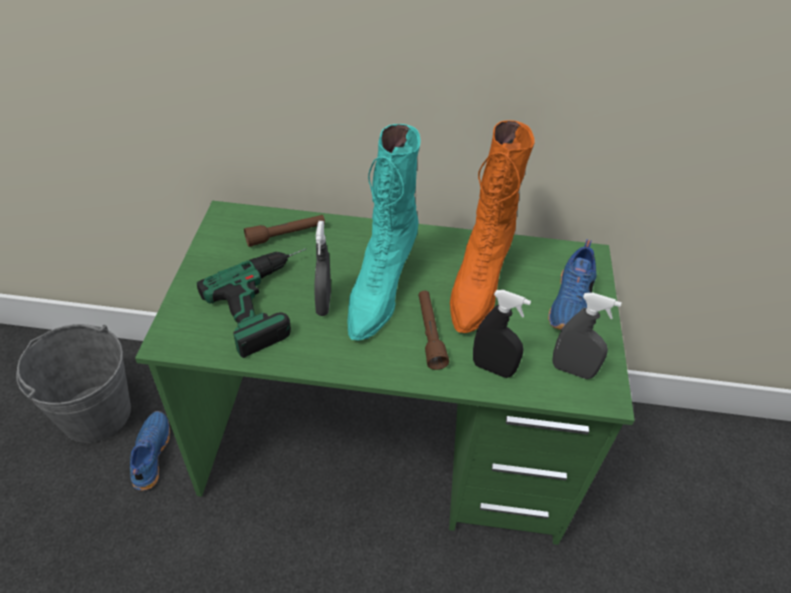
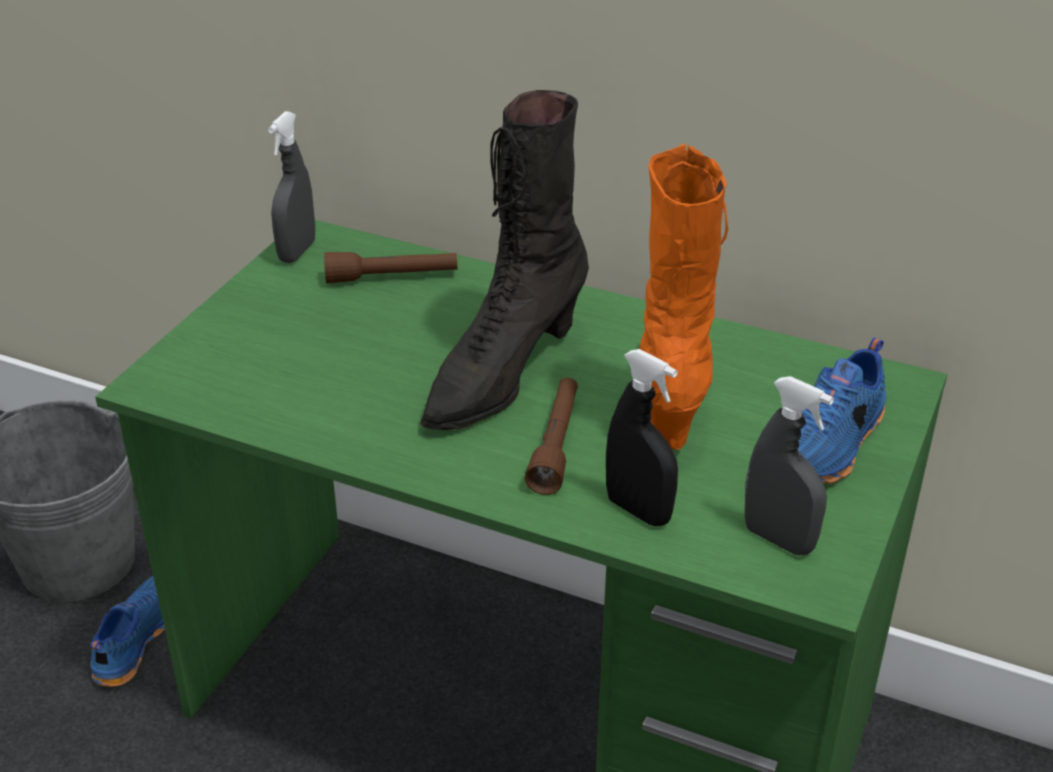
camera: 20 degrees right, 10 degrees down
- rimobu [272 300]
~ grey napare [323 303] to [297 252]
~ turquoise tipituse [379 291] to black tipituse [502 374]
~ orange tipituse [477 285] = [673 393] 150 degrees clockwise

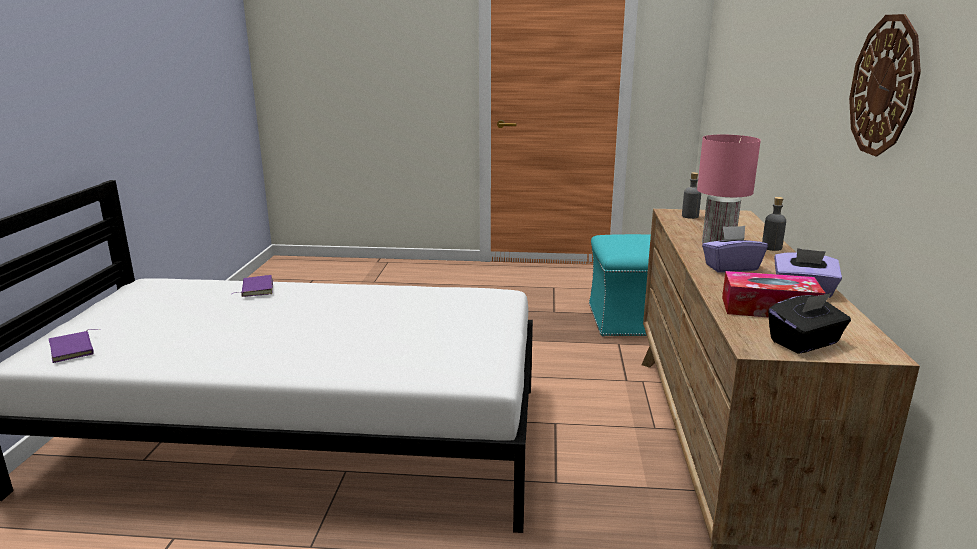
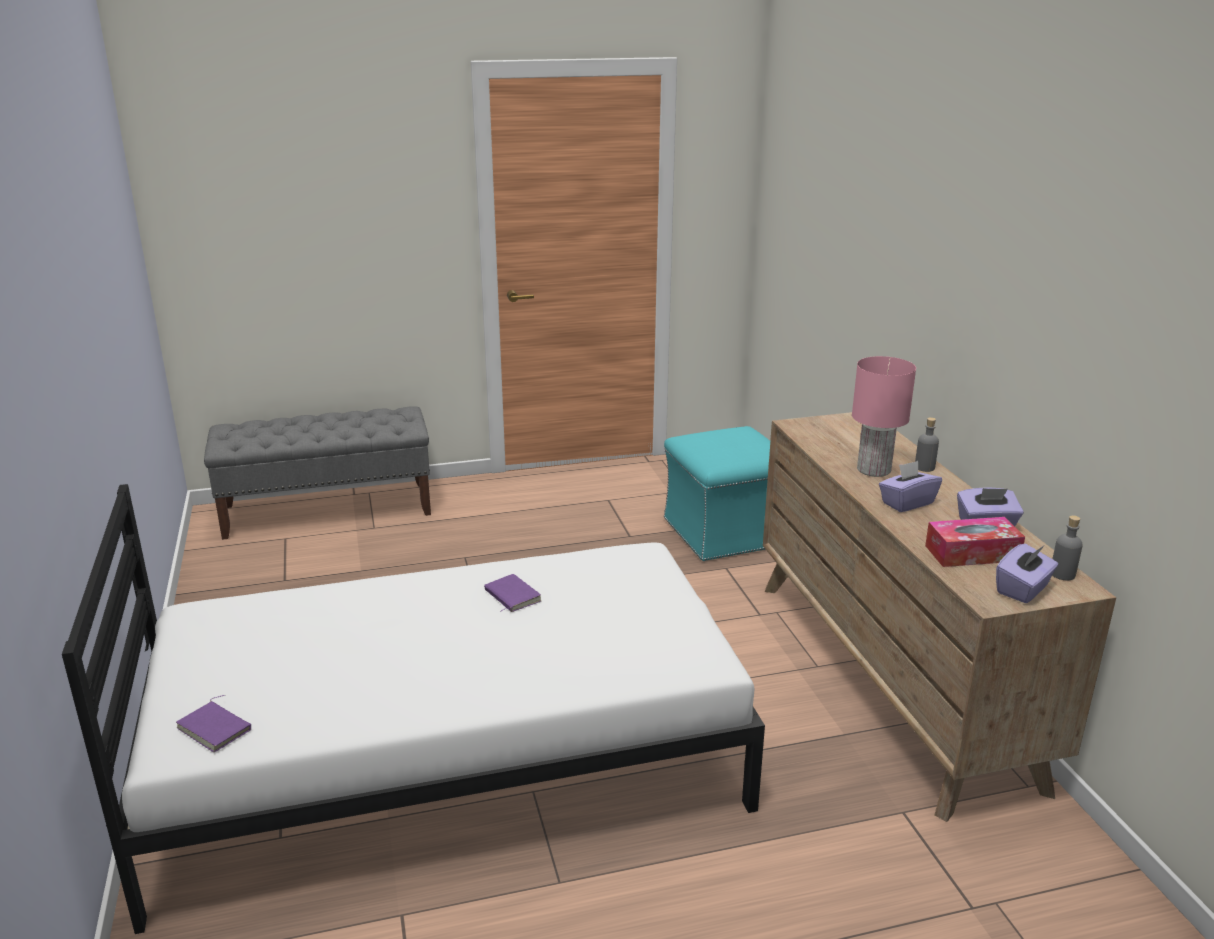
camera: 20 degrees left, 5 degrees up
~ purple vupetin [256 288] to [510 596]
~ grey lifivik [690 216] to [1062 574]
~ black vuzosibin [805 343] to purple vuzosibin [1023 589]
- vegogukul [884 86]
+ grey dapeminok [328 510]

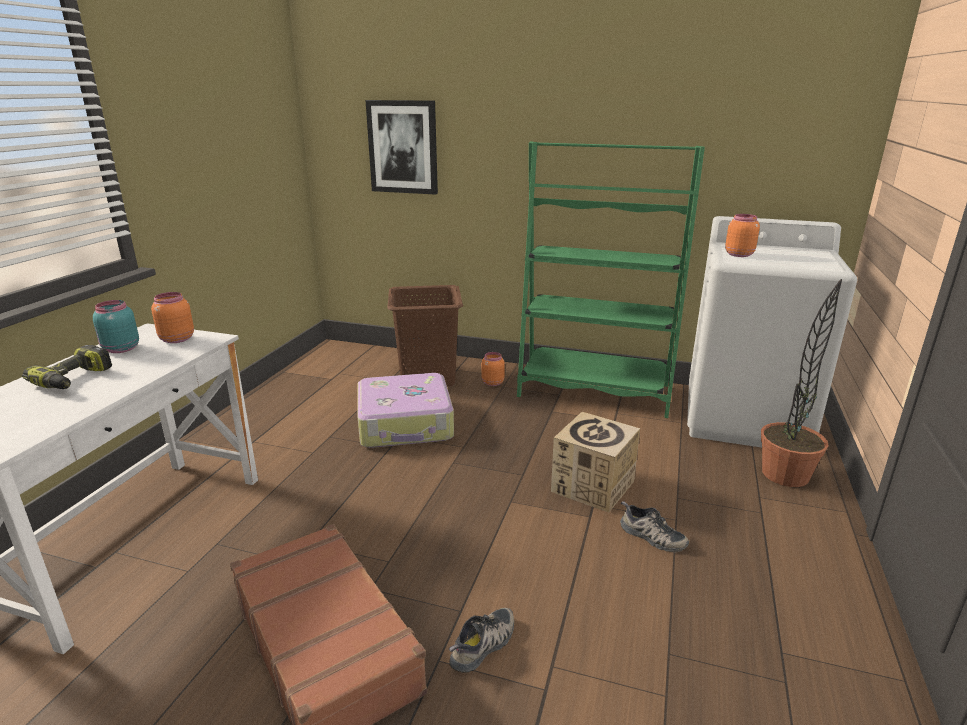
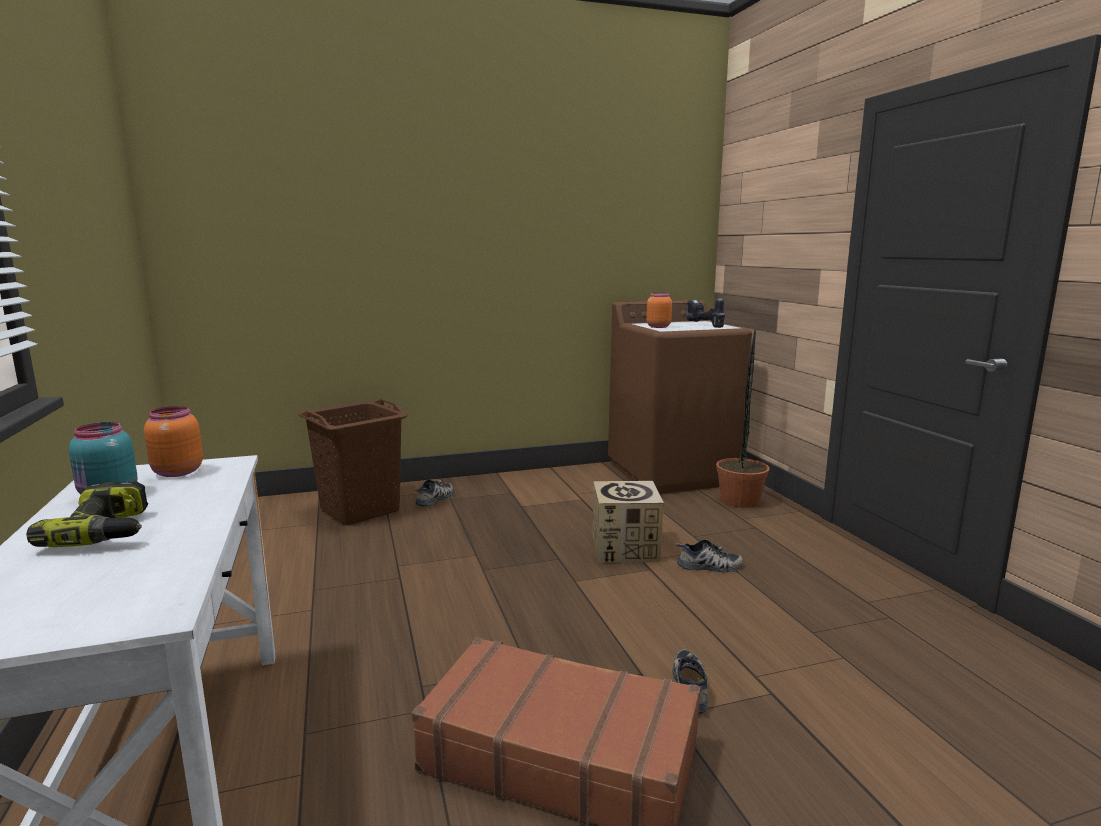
camera: 35 degrees left, 10 degrees down
- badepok [406 424]
- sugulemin [403 147]
~ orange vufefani [492 383] to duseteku [435 499]
- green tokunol [594 391]
~ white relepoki [745 418] to brown relepoki [672 473]
+ rimobu [703 325]

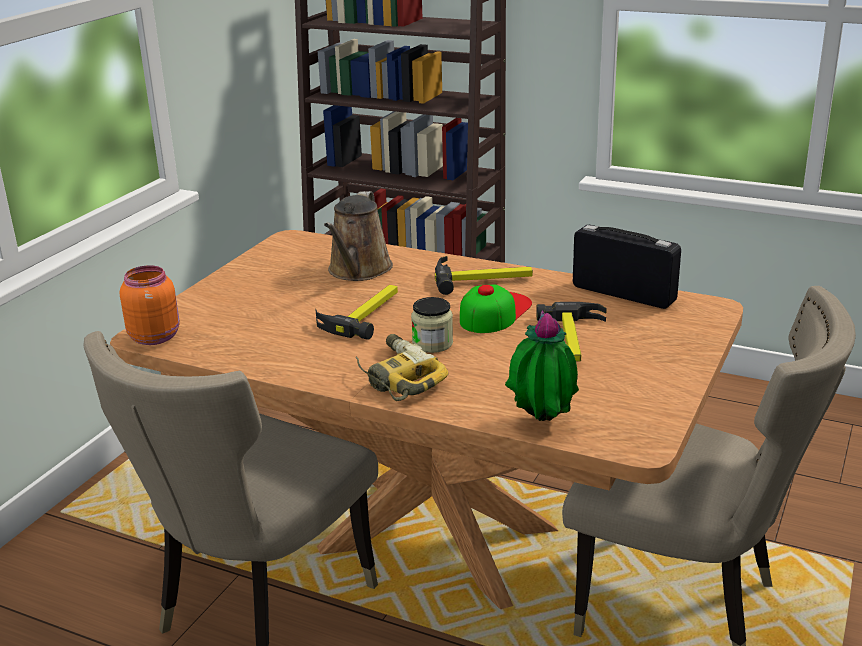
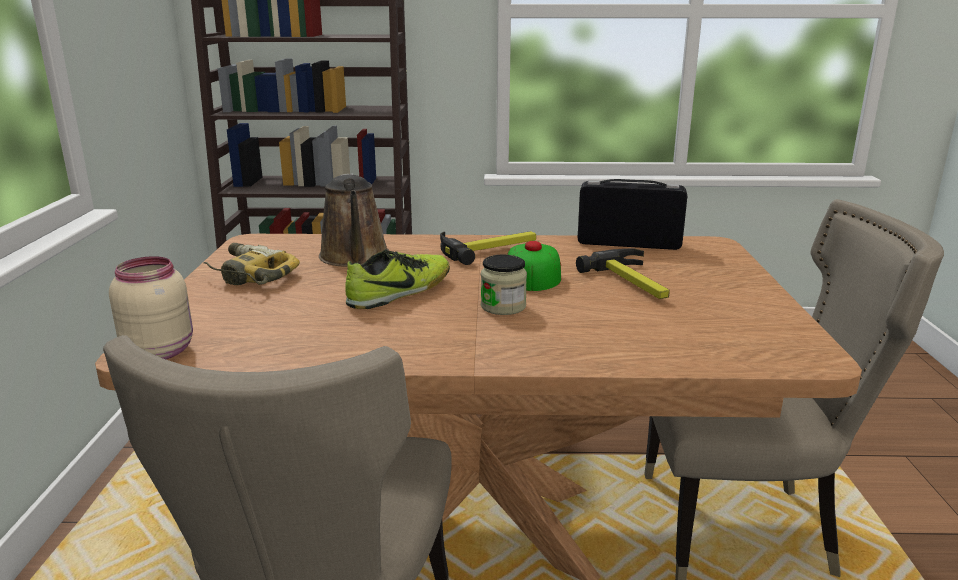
camera: 25 degrees left, 5 degrees down
~ orange vufefani [155 336] to beige vufefani [159 351]
~ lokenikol [363 314] to duseteku [401 292]
~ rimobu [396 378] to [248 275]
- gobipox [541 423]

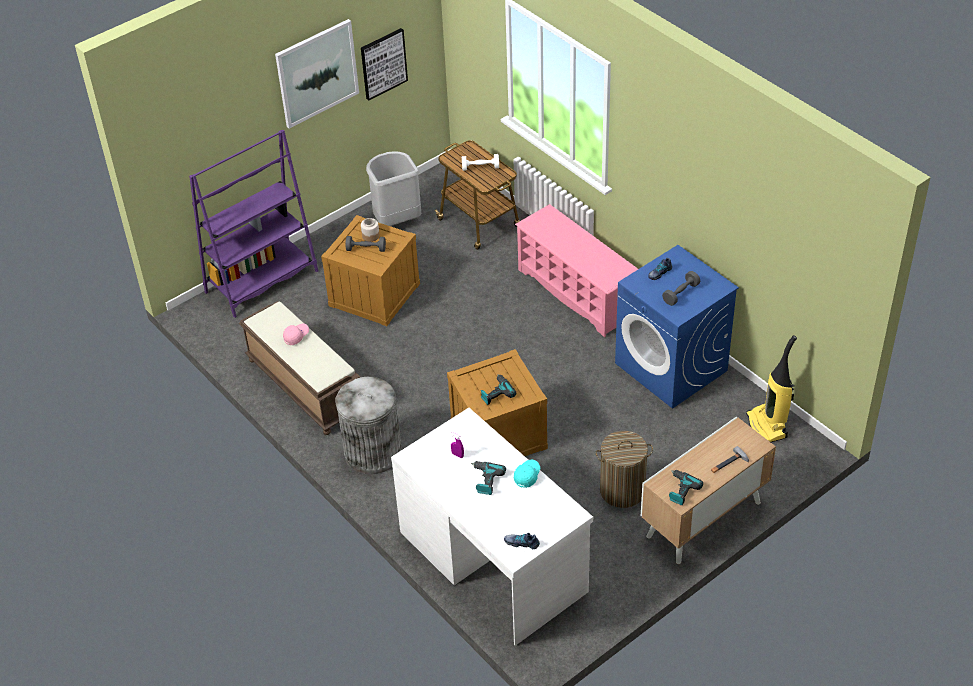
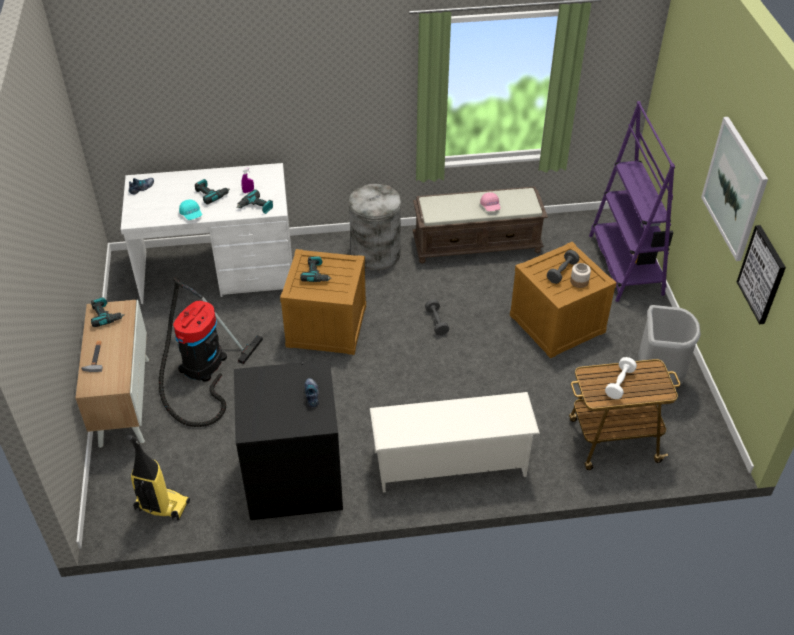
camera: 120 degrees right, 0 degrees up
~ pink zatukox [577 292] to white zatukox [450 464]
~ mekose [622 491] to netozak [201 368]
~ blue relepoki [672 367] to black relepoki [293 479]
~ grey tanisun [680 294] to [436 322]
+ rimobu [256 207]

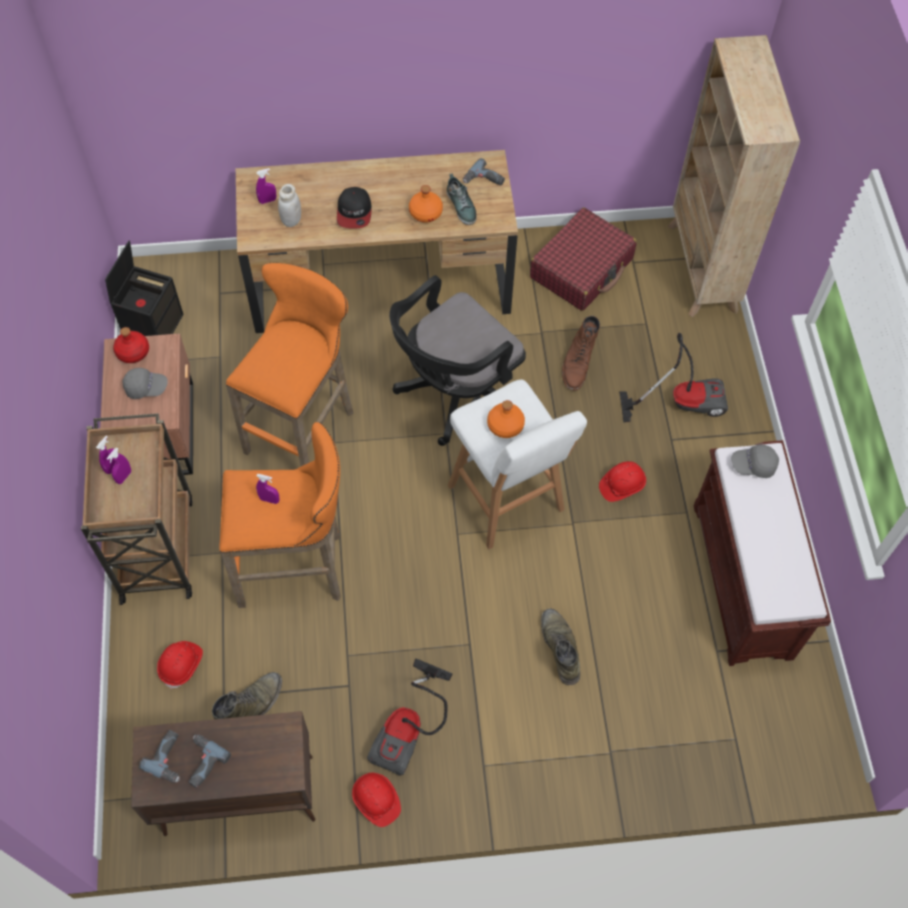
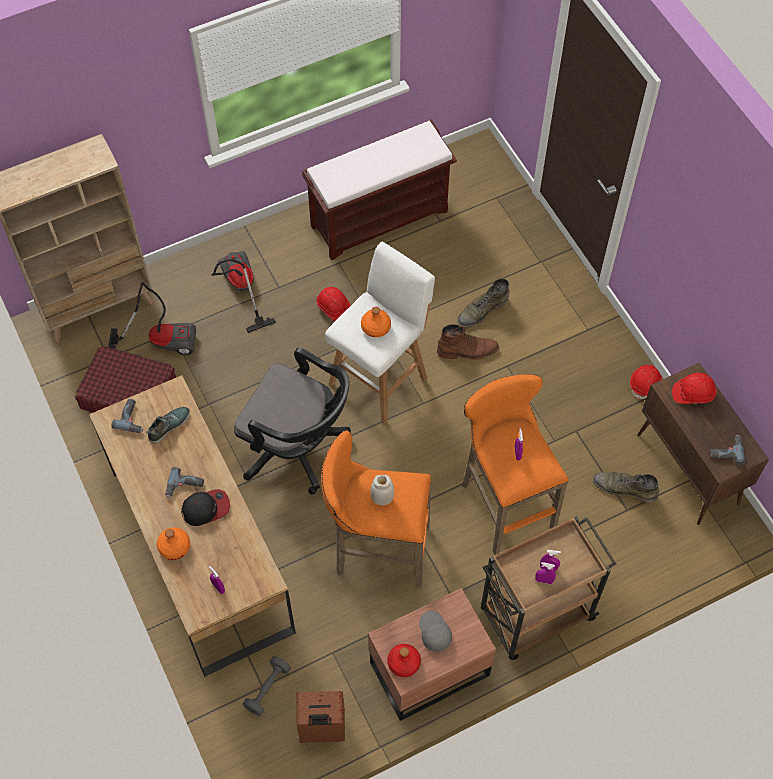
camera: 110 degrees left, 0 degrees up
~ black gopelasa [153 326] to brown badepok [322 729]
~ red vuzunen [181 665] to [693 393]
~ rimobu [201 762] to [184 487]
~ white vufefani [291 220] to [382 499]
~ netozak [409 730] to [161 340]
~ orange lifivik [426 212] to [174 546]
~ brown tipituse [578 363] to [467 351]
- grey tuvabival [753 465]
+ grey tanisun [267 689]

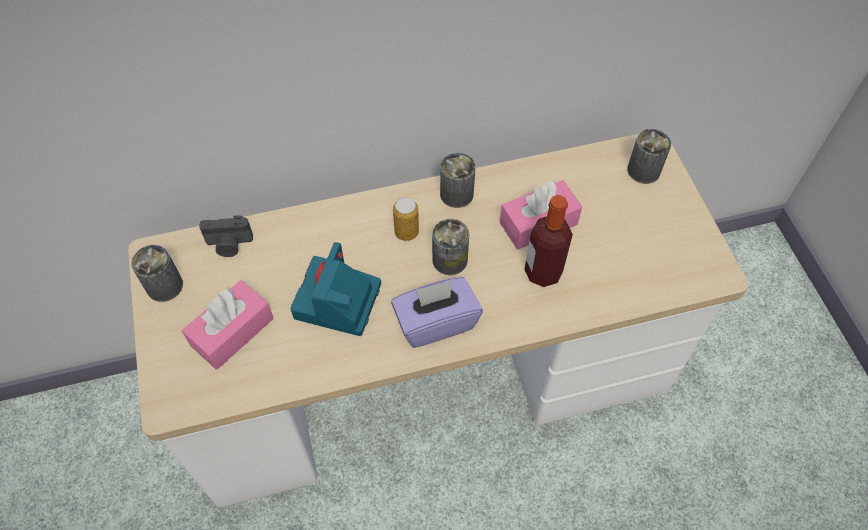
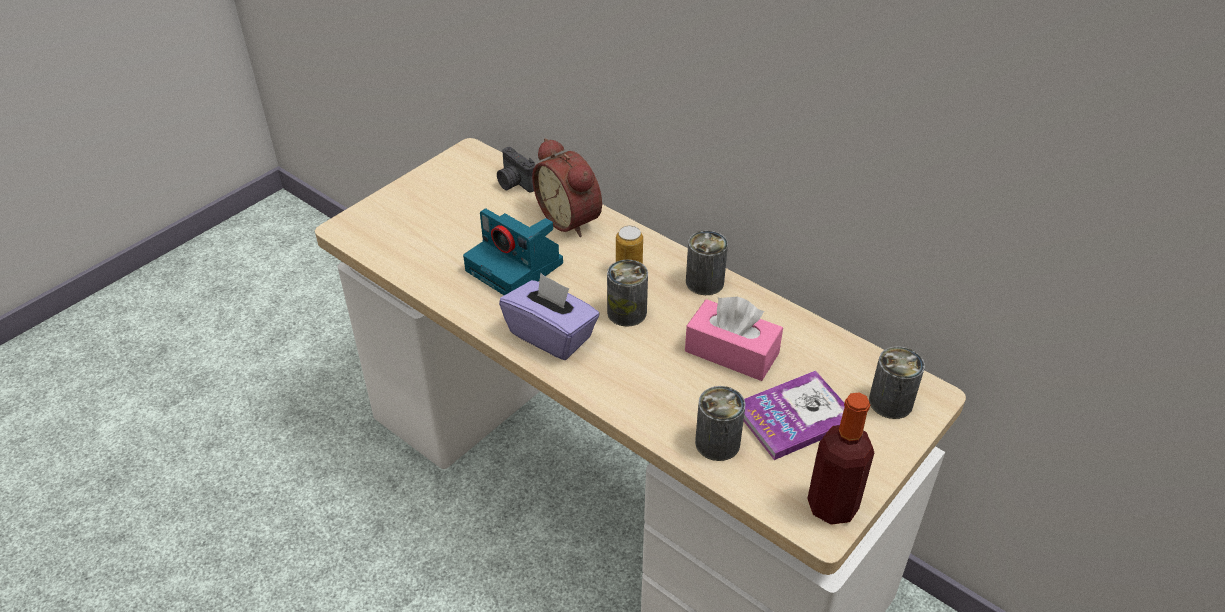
camera: 55 degrees right, 15 degrees down
~ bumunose [164 286] to [717 443]
- pink vuzosibin [232 332]
~ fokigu [338 302] = [516 267] 120 degrees counterclockwise
~ lifivik [543 272] to [832 506]
+ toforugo [571 218]
+ vupetin [795 417]

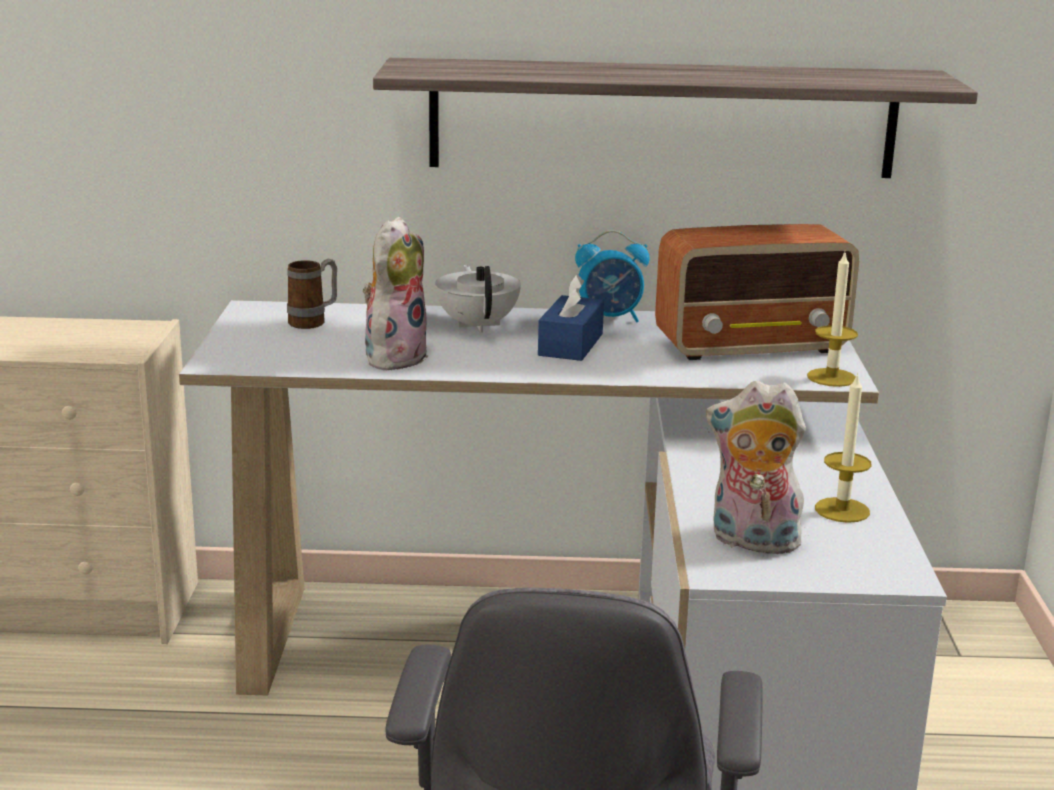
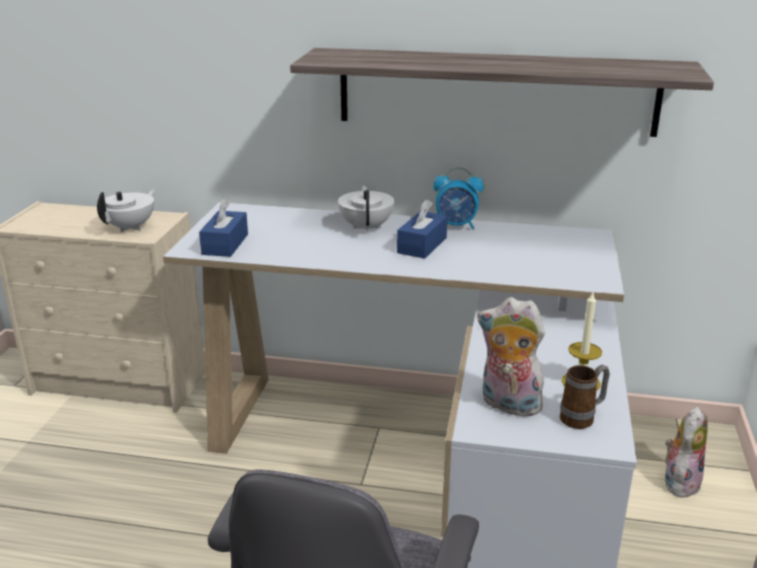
camera: 10 degrees right, 5 degrees up
~ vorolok [314 322] to [582 418]
~ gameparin [394 357] to [679 481]
- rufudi [752 346]
- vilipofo [831 377]
+ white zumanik [131 227]
+ blue vuzosibin [225 244]

